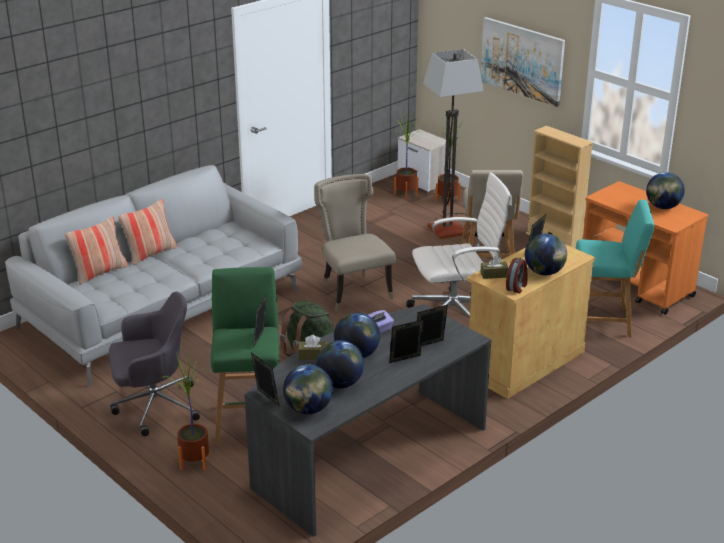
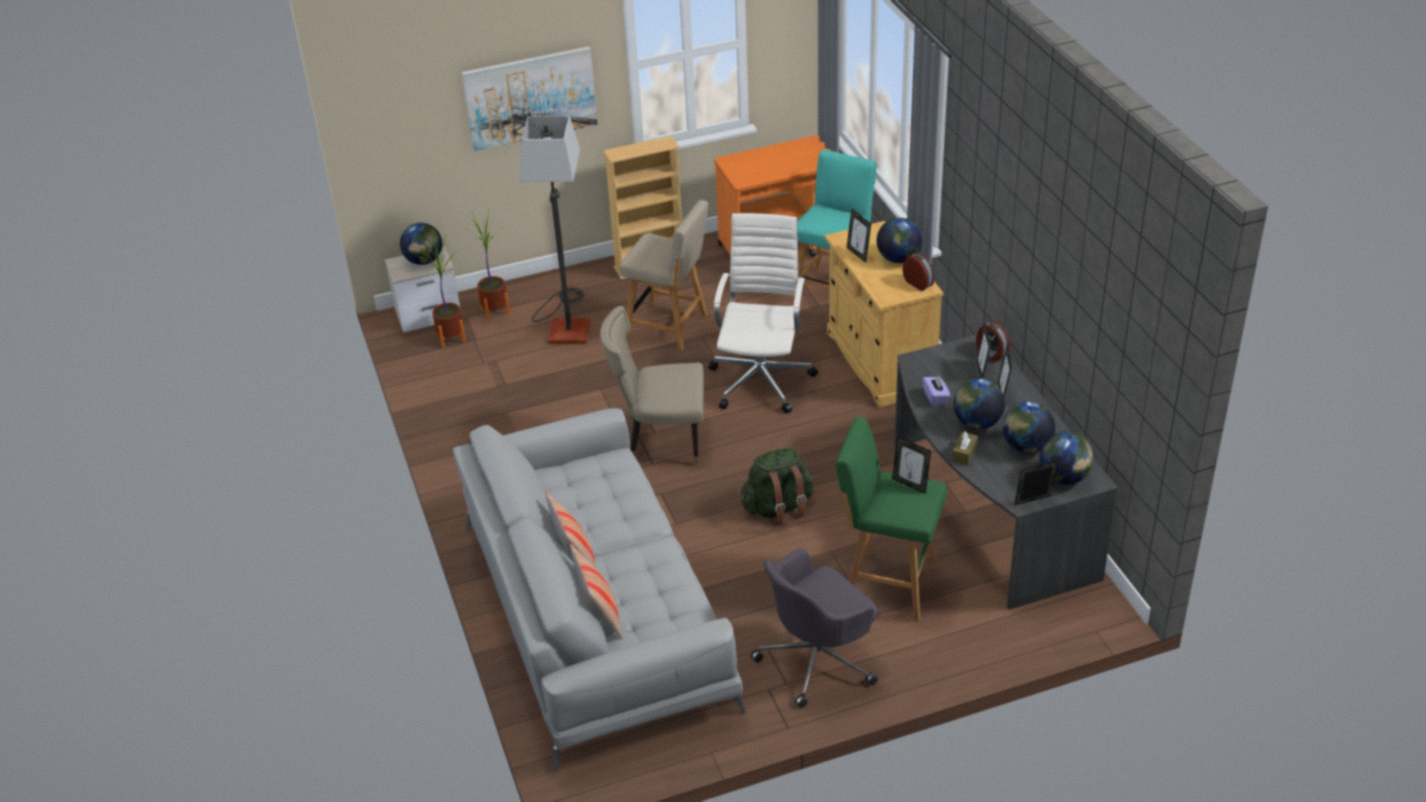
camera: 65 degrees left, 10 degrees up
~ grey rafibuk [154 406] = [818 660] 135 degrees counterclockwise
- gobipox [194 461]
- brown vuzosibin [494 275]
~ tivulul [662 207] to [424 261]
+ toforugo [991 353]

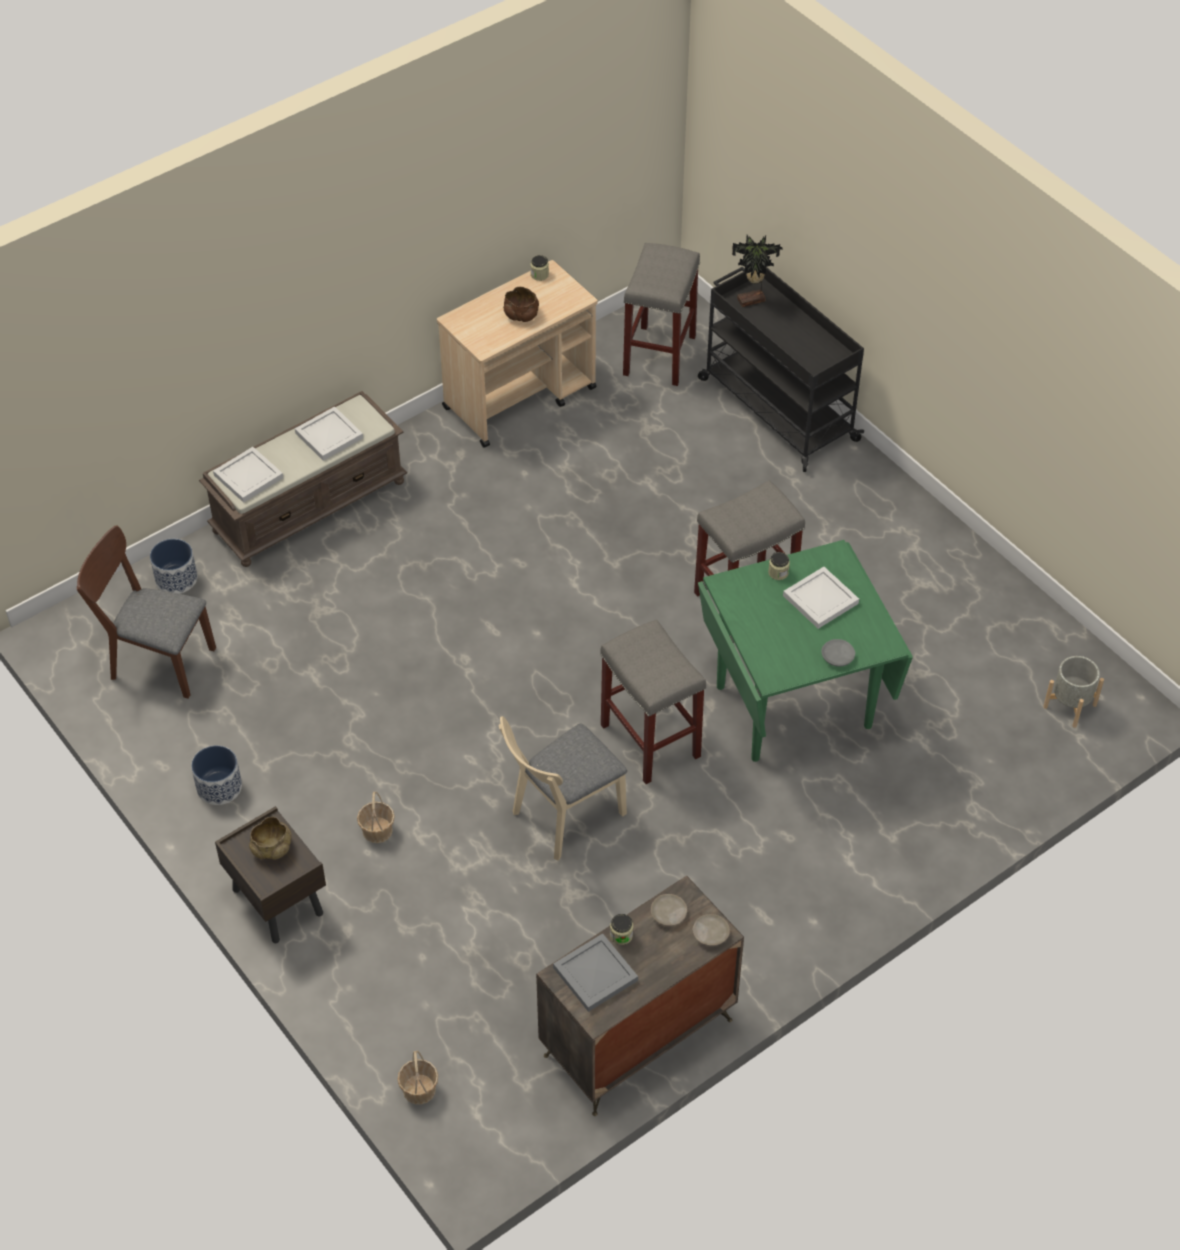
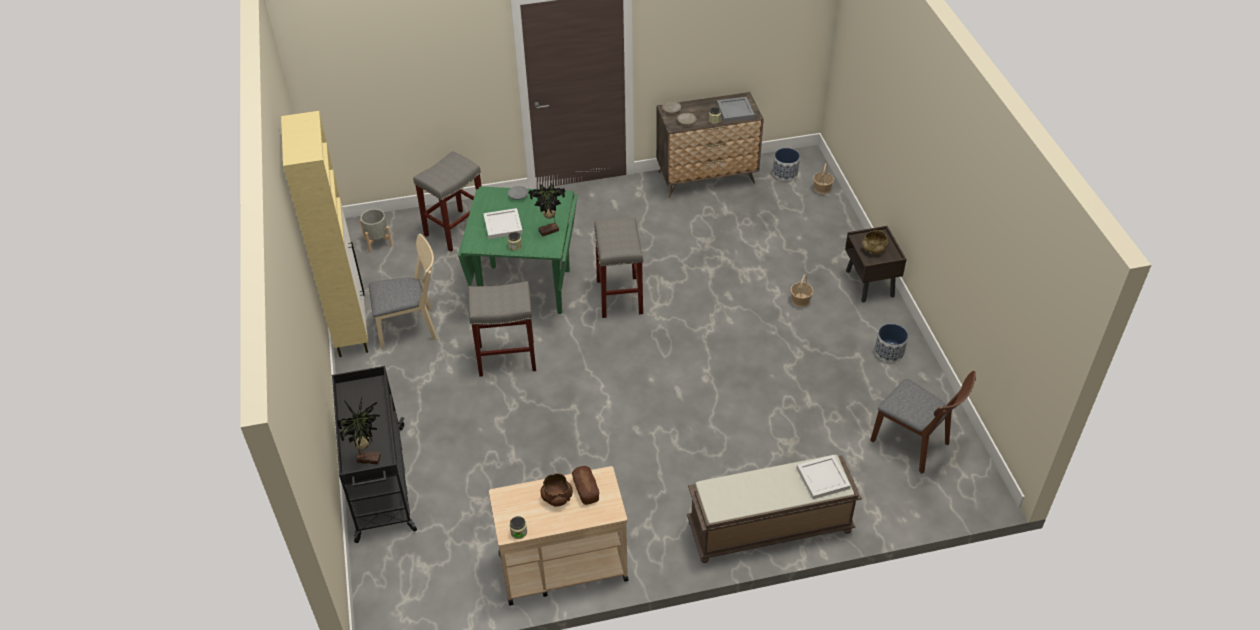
camera: 155 degrees left, 5 degrees down
~ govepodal [176 578] to [785 173]
- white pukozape [328 435]
~ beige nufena [562 818] to [412 327]
~ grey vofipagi [659 356] to [456 229]
+ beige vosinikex [351 330]
+ gobipox [549 231]
+ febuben [585 489]

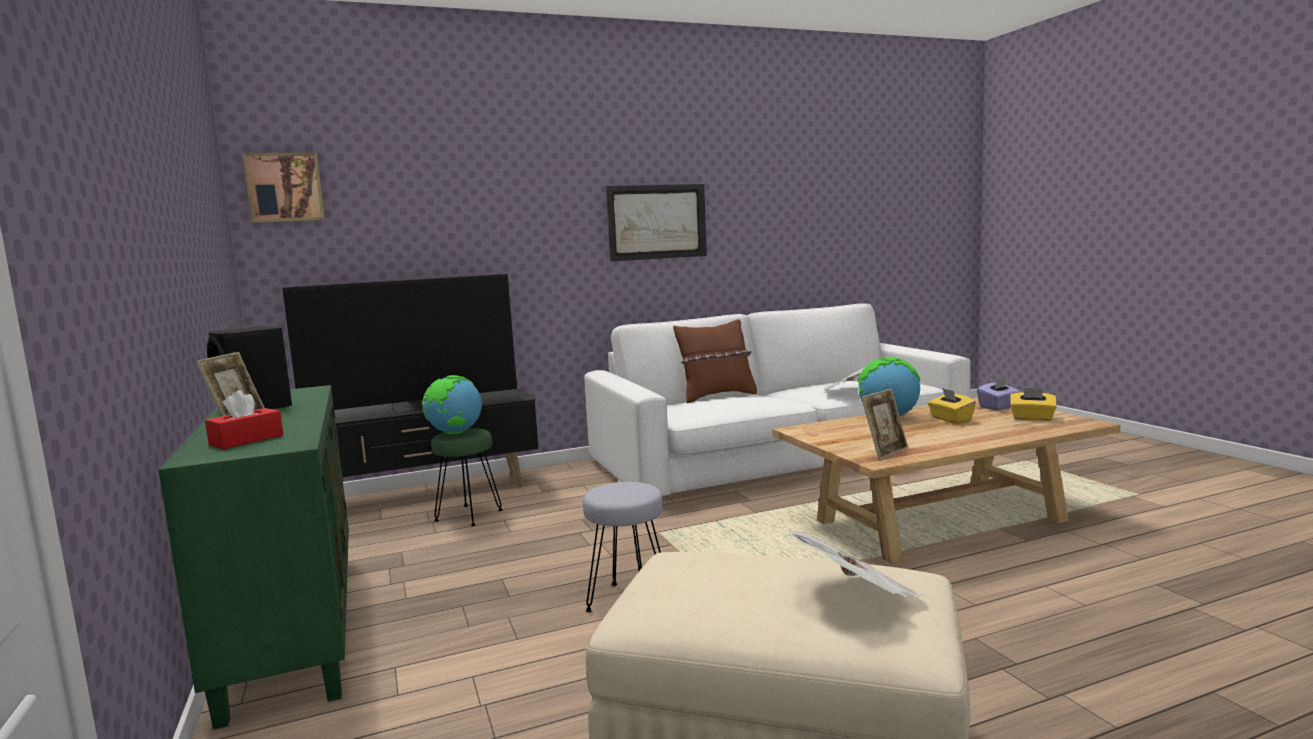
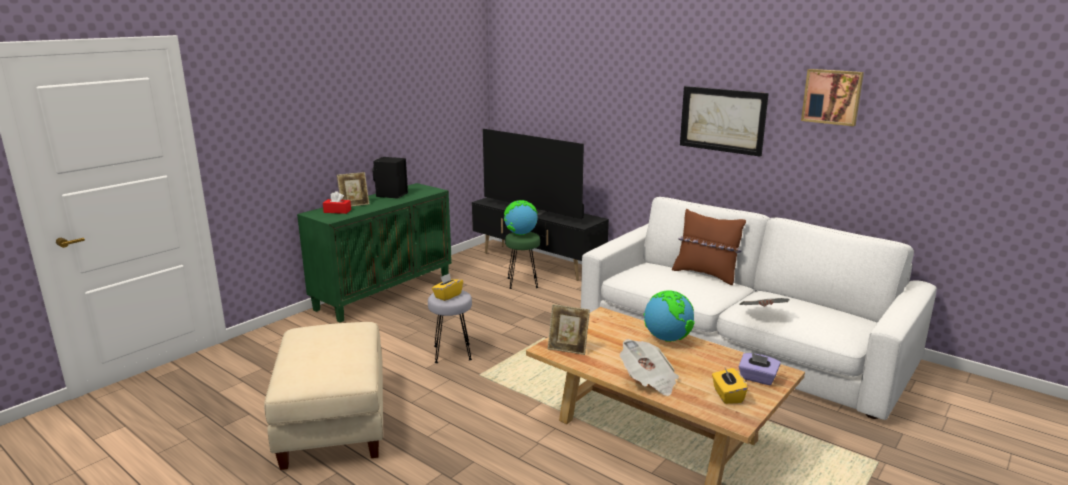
camera: 60 degrees right, 10 degrees up
~ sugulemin [285 187] to [832 96]
~ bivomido [856 598] to [648 381]
~ yellow vuzosibin [950 419] to [447 296]

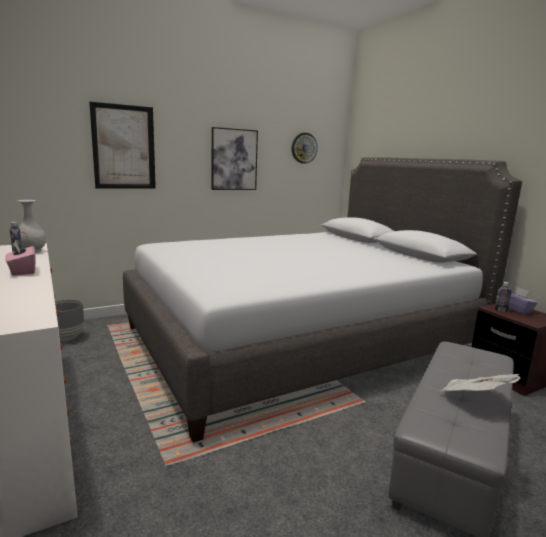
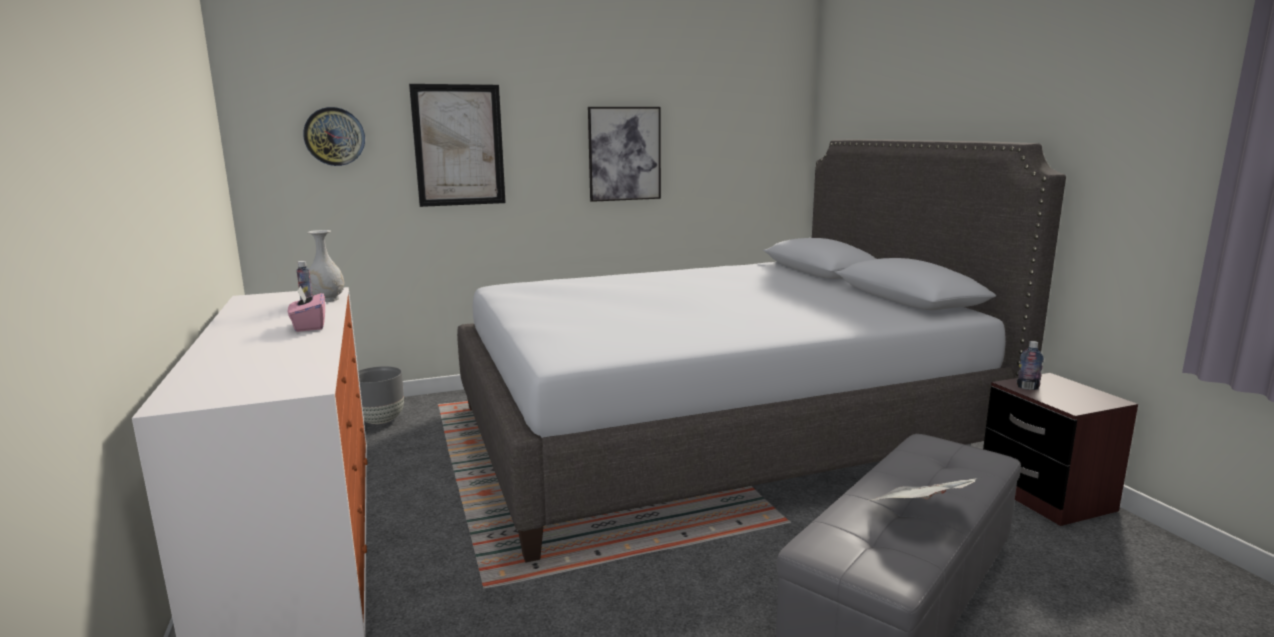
camera: 10 degrees right, 0 degrees up
~ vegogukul [304 148] to [334 136]
- purple vuzosibin [516 310]

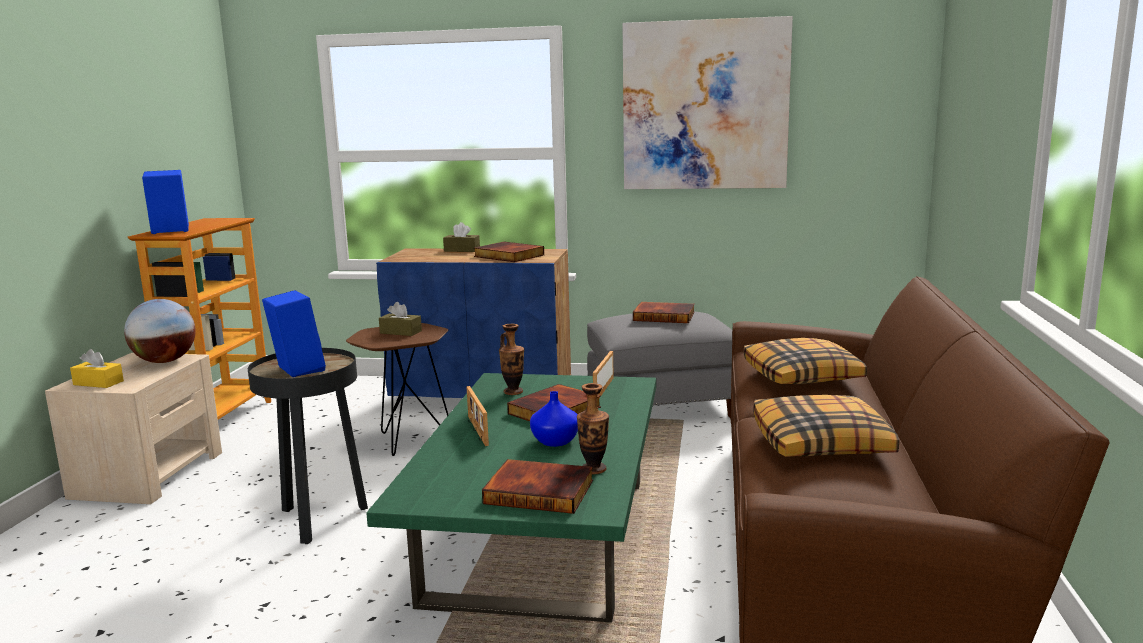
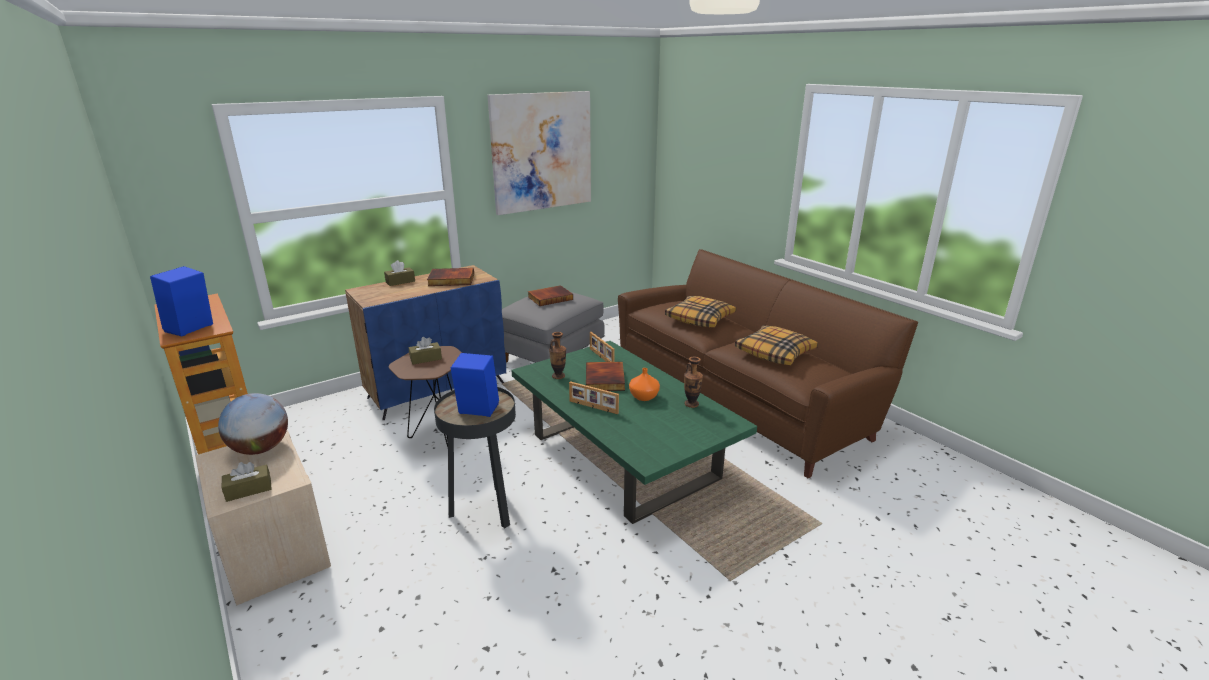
camera: 45 degrees left, 10 degrees up
~ yellow vuzosibin [98 383] to brown vuzosibin [249 489]
- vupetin [540 491]
~ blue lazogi [556 441] to orange lazogi [644 396]

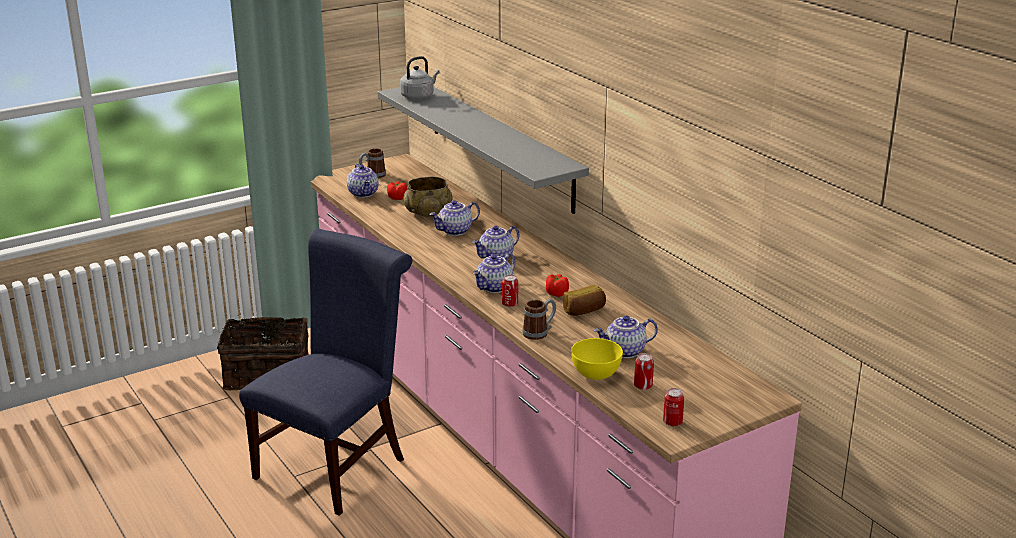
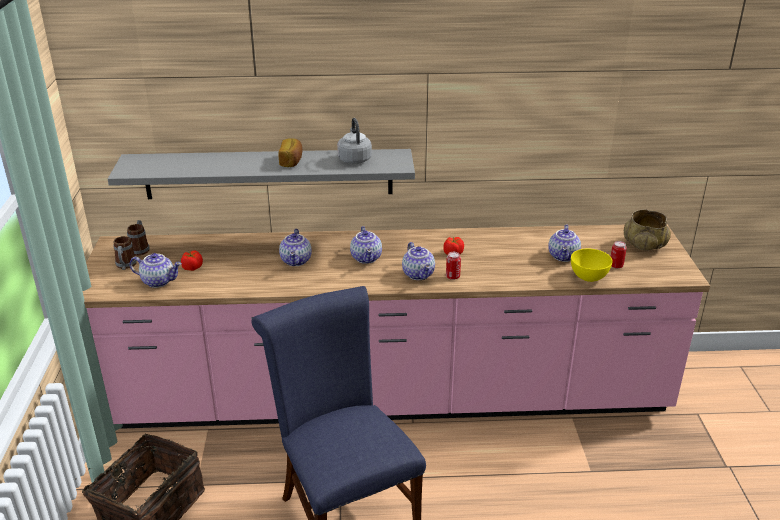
camera: 60 degrees left, 5 degrees up
~ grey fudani [419 96] to [354 159]
~ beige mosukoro [428 213] to [644 245]
~ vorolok [539 332] to [140 248]
~ febuben [584 311] to [292 161]
- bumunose [672 422]

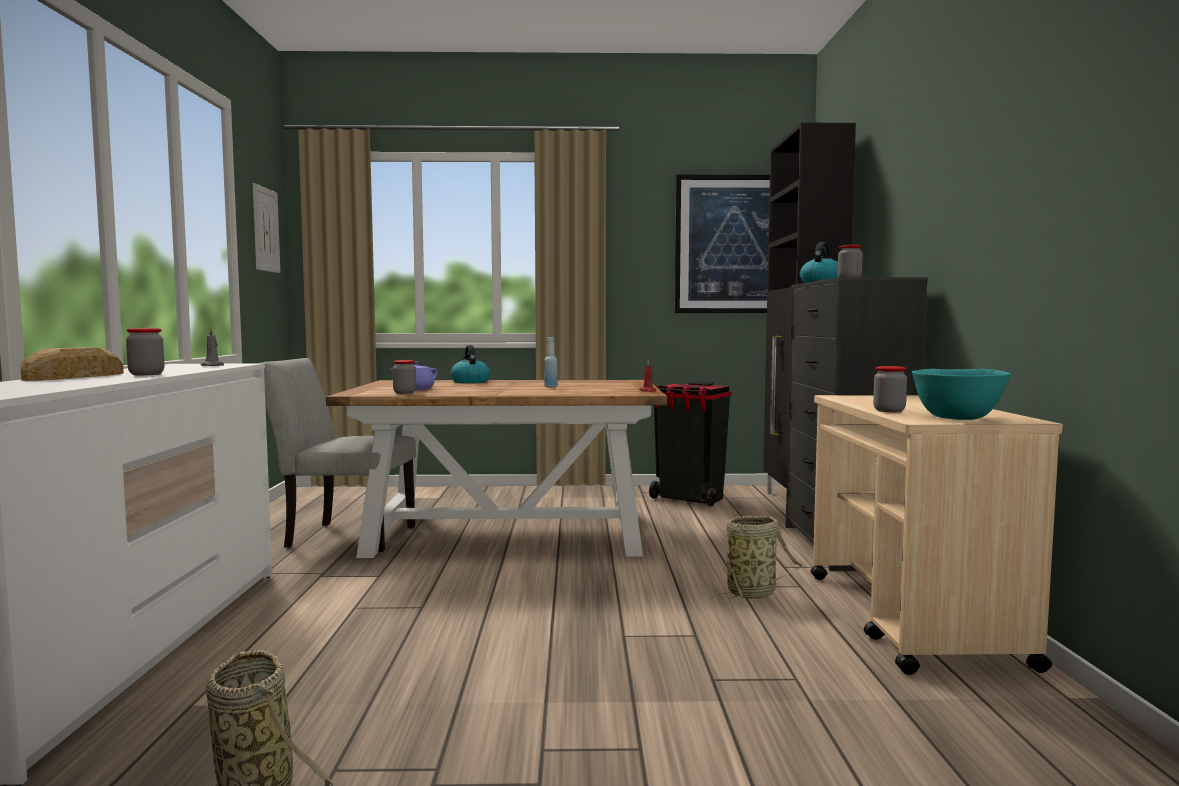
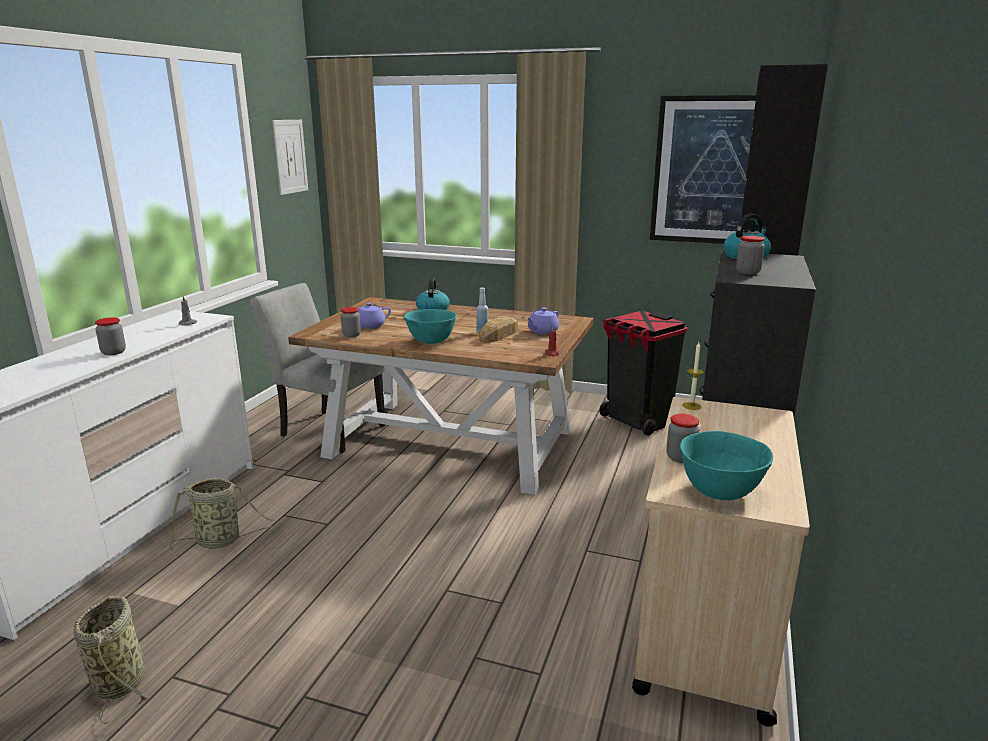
camera: 20 degrees right, 15 degrees up
~ febuben [75 376] to [499 335]
~ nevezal [753 593] to [222 541]
+ turquoise mosukoro [430 341]
+ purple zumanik [542 331]
+ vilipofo [691 406]

